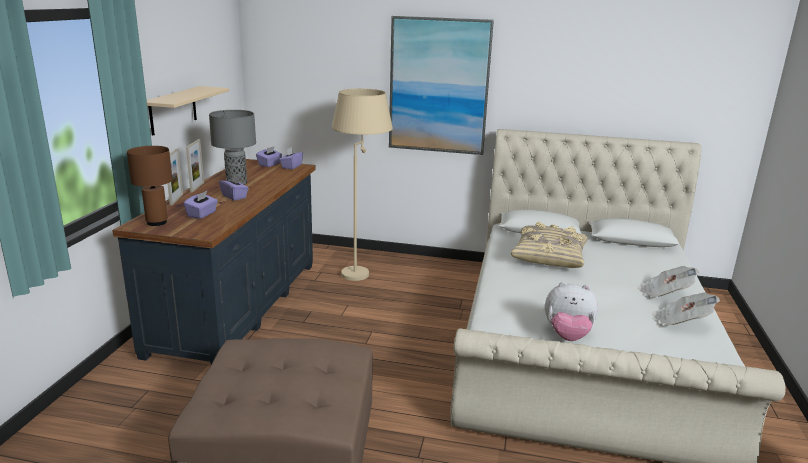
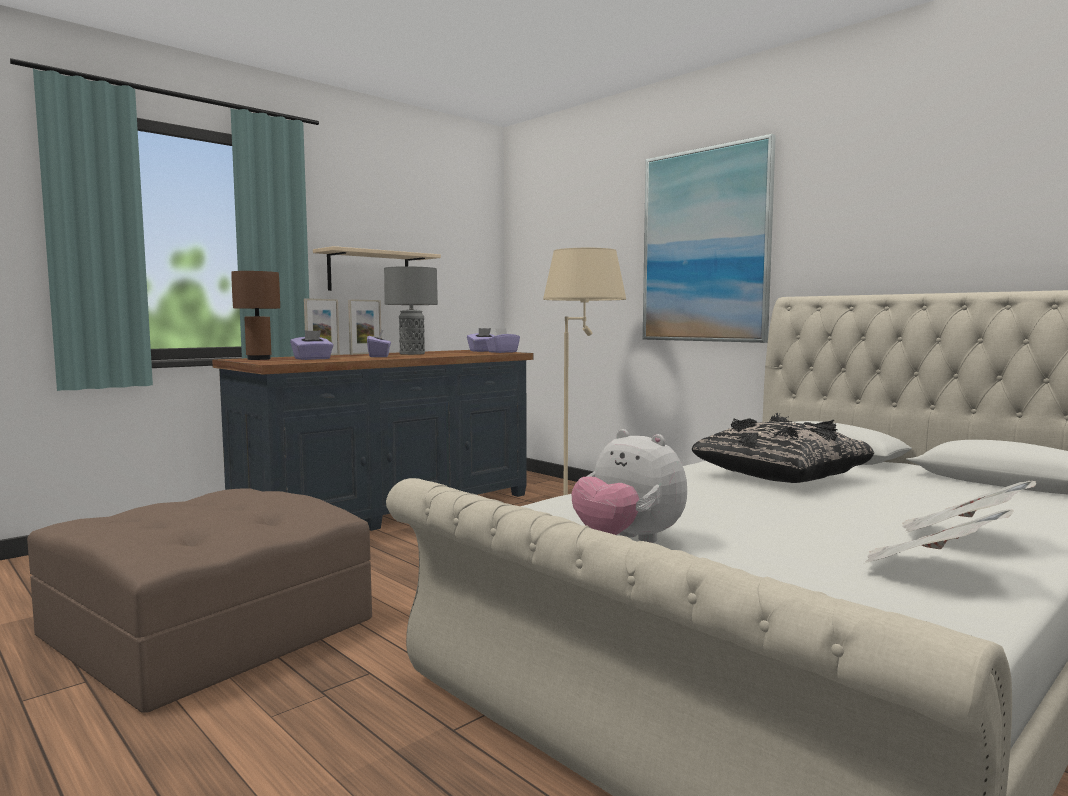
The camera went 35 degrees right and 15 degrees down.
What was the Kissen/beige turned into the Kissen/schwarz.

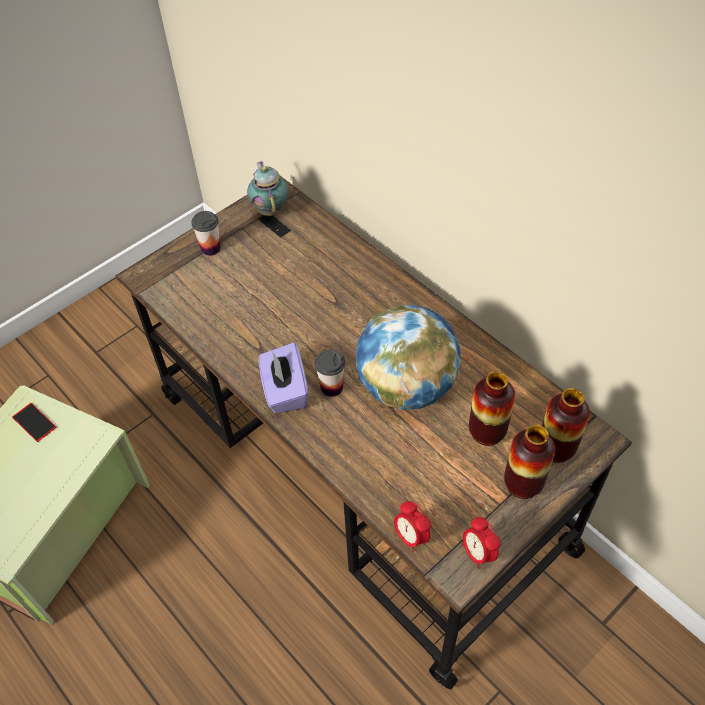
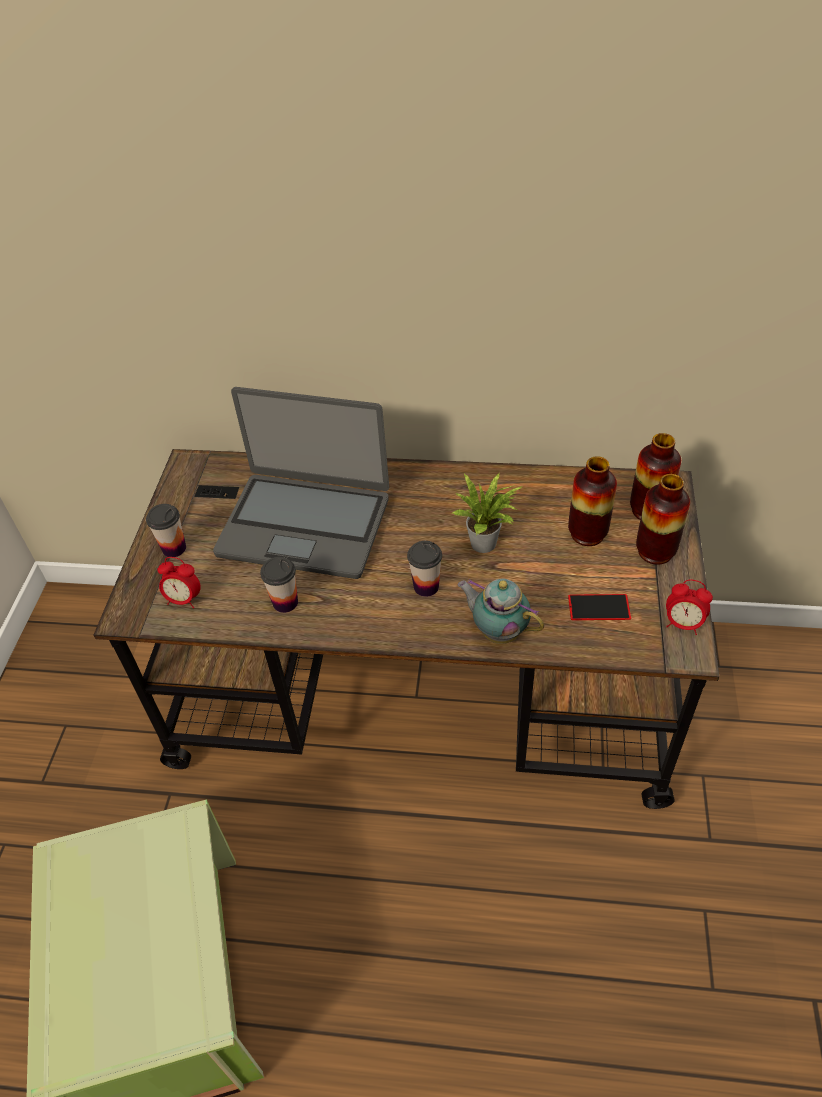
The camera went 40 degrees left and 5 degrees down.
The Handy ended up elsewhere.
The Teekanne ended up elsewhere.
The second view lost the Taschentuchbox/lila.
Where the Globus stood, the Topfpflanze came to stand.
The Wecker (no. 1 from left) ended up elsewhere.
The second view gained the Laptop.
The second view gained the Tasse (no. 2 from left).

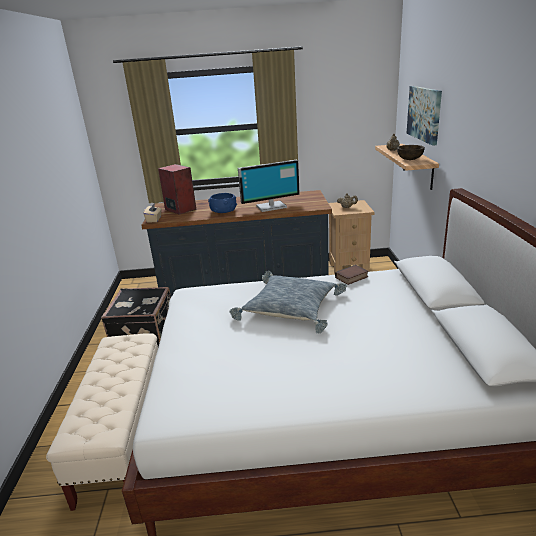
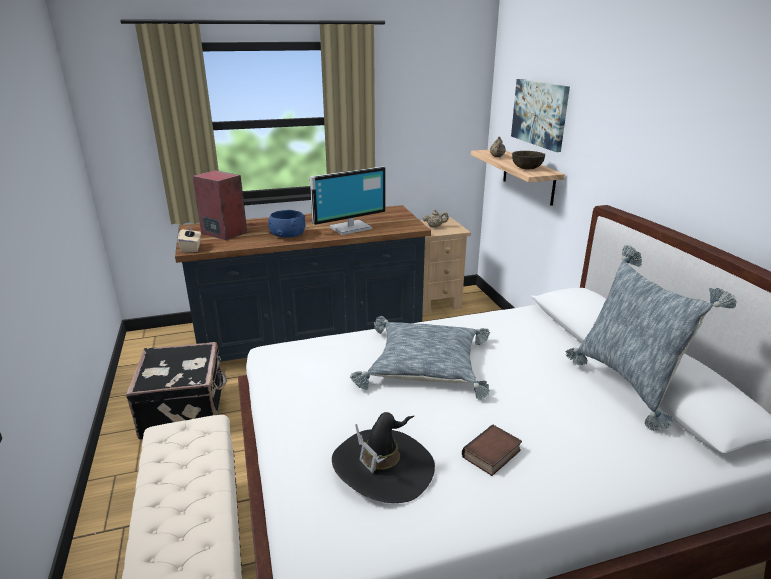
The camera went 15 degrees left and 0 degrees up.
The Buch ended up elsewhere.
The second view gained the Hut/schwarz.
The second view gained the Kissen (no. 2 from left).

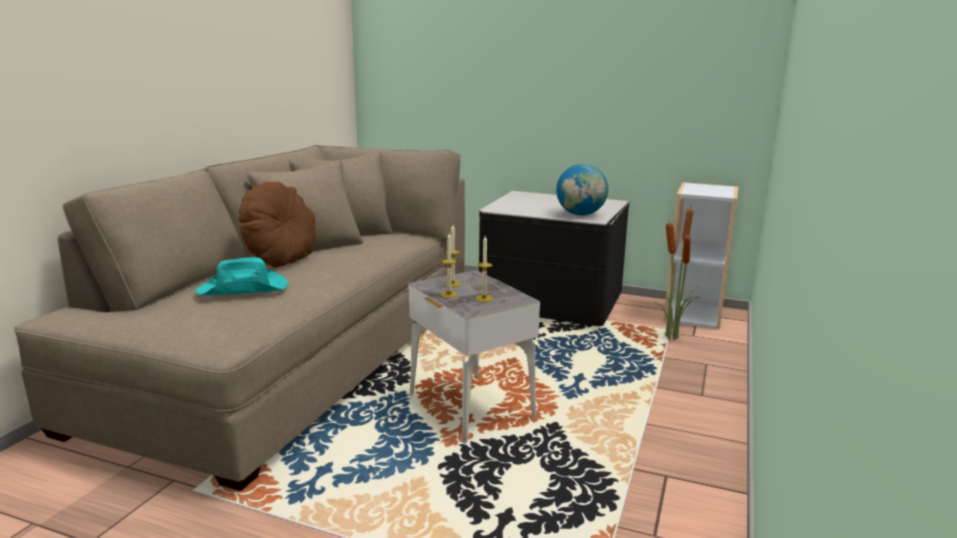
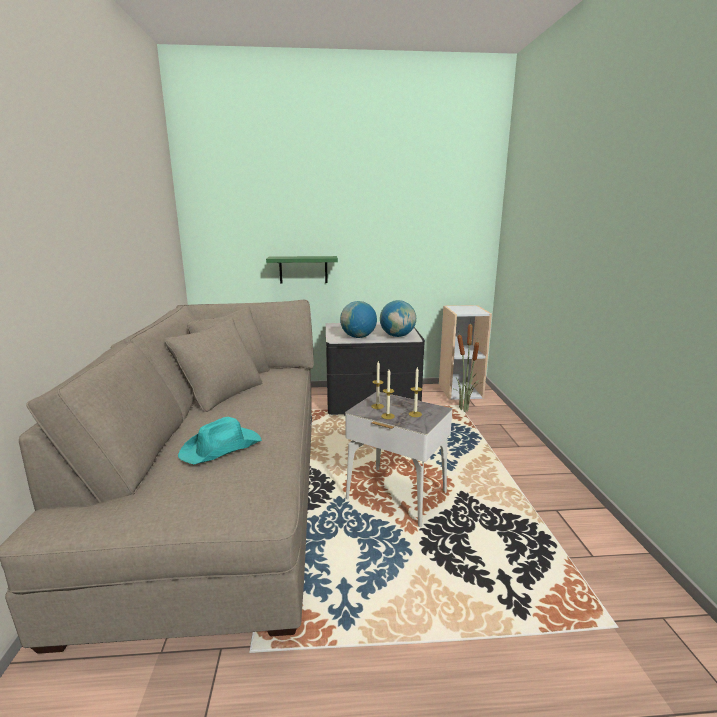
The camera went 25 degrees left and 0 degrees up.
The second view lost the Kissen/braun.
The second view gained the Wandregal/grün.
The second view gained the Globus (no. 1 from left).

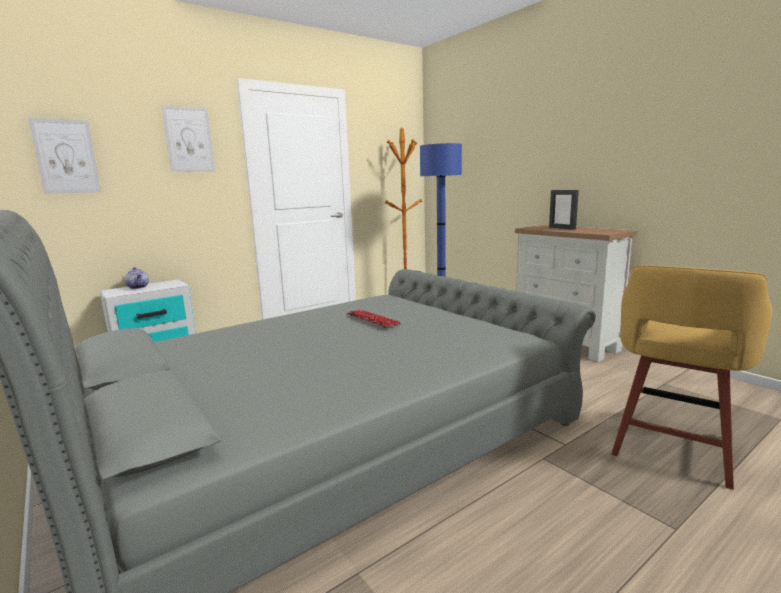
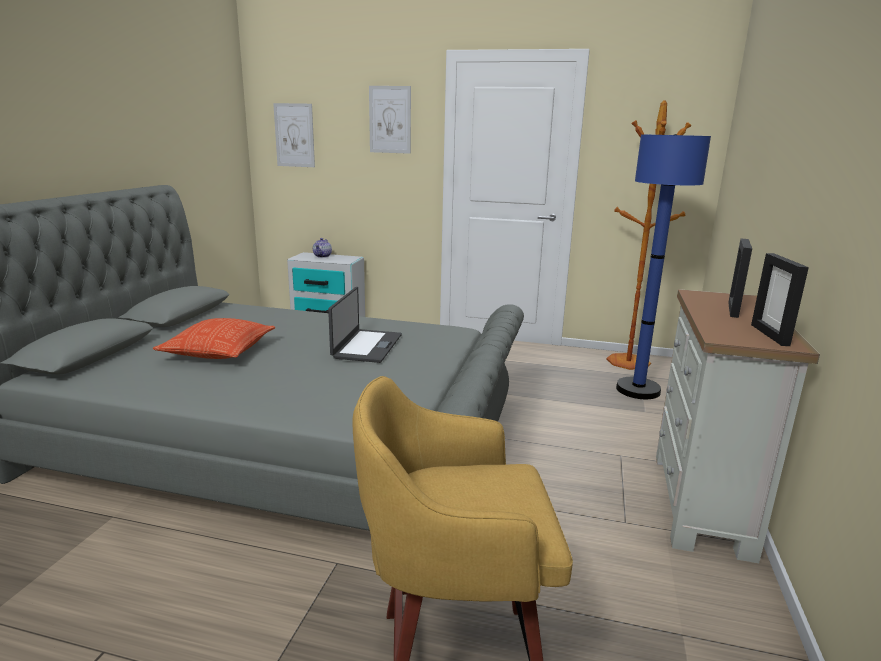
The camera went 50 degrees right and 5 degrees up.
Where the Tastatur stood, the Laptop came to stand.
The second view gained the Kissen/orange.
The second view gained the Bilderrahmen (no. 2 from left).

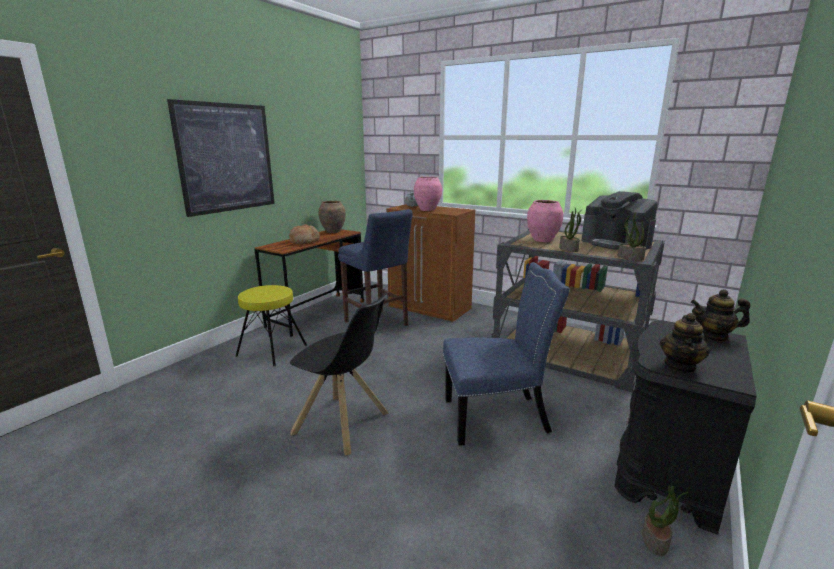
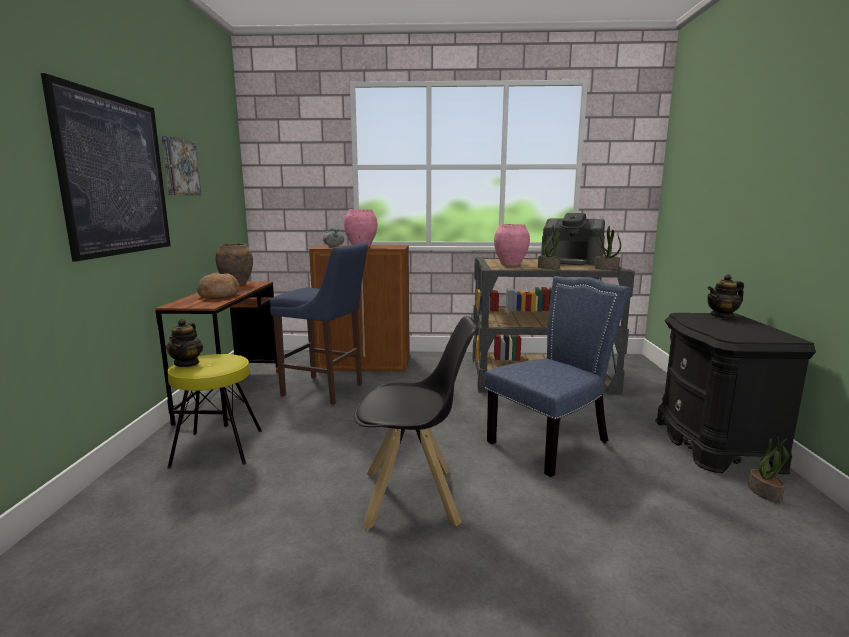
The camera went 30 degrees left and 5 degrees down.
The Teekanne (no. 1 from left) ended up elsewhere.
The second view gained the Bild (no. 2 from left).

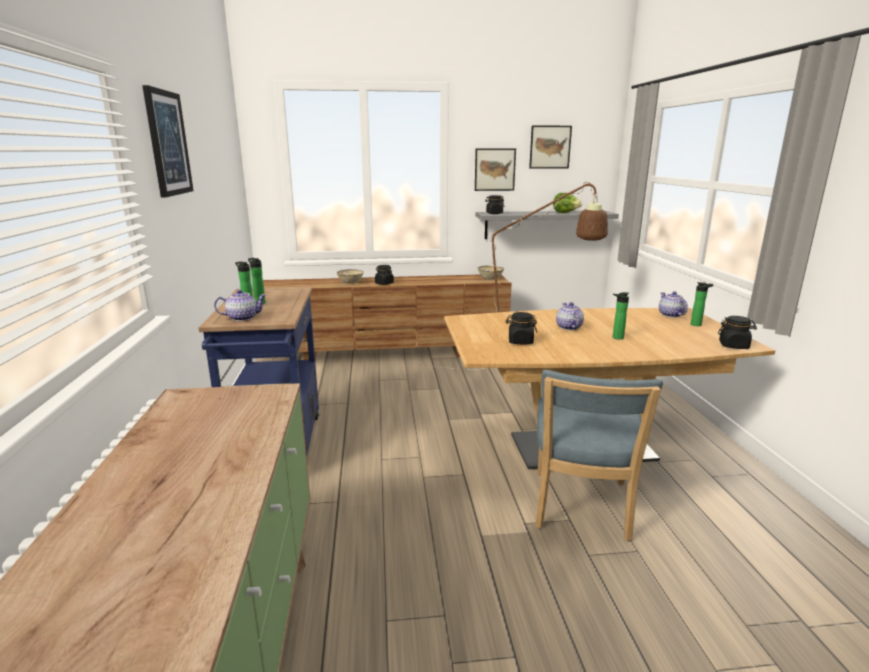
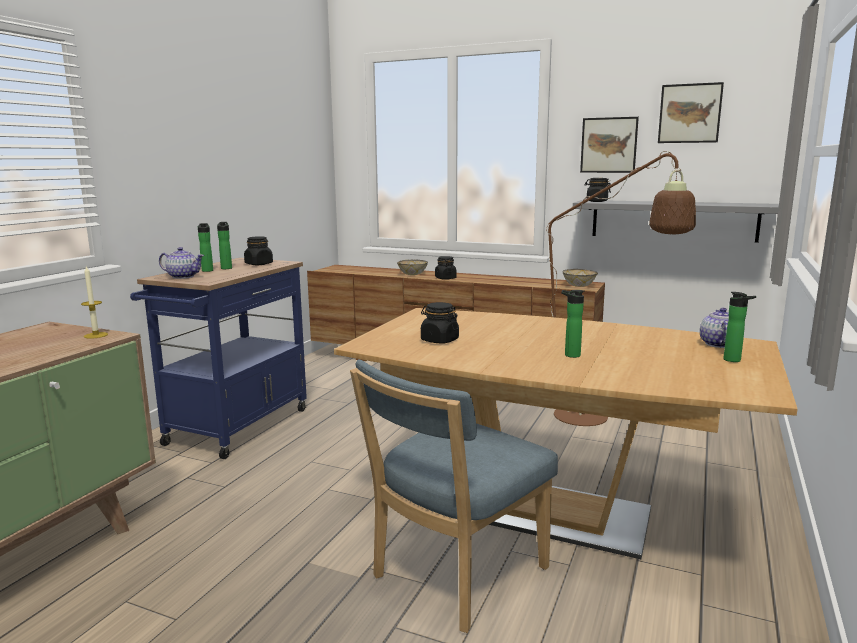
The camera went 30 degrees right and 5 degrees down.
The second view lost the Bild (no. 1 from left).
The second view lost the Salatkopf.
The second view lost the Teekanne (no. 2 from left).
The Vorratsglas/schwarz (no. 4 from left in the first image) ended up elsewhere.
The second view gained the Kerze.

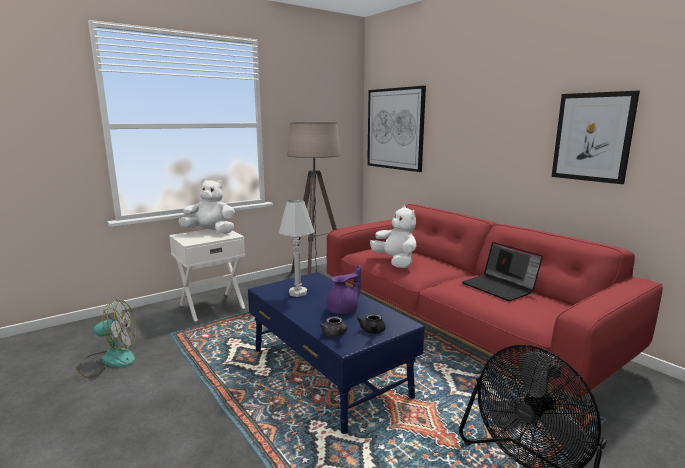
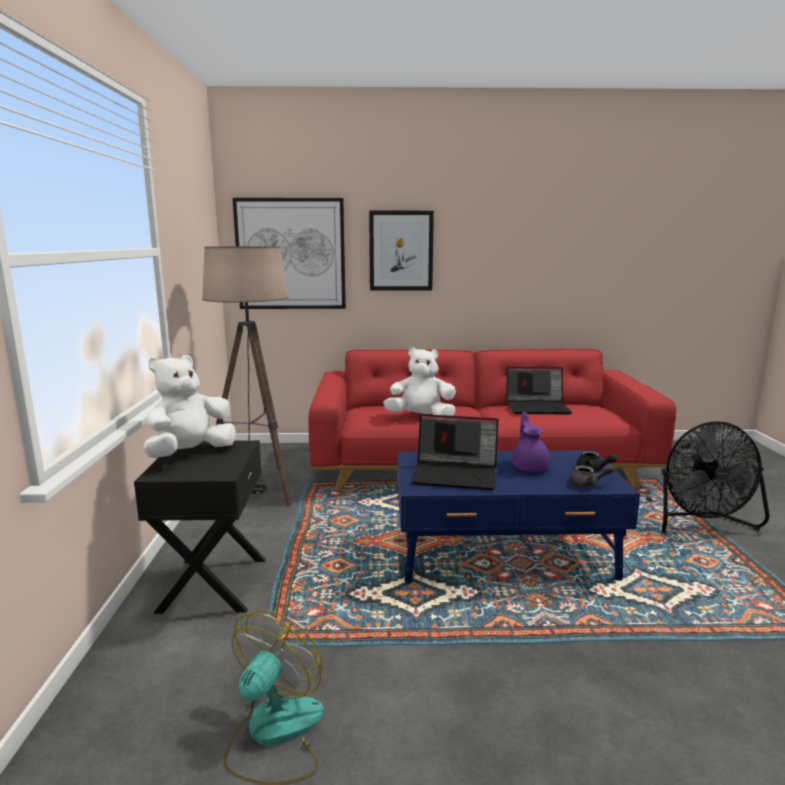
The camera went 55 degrees left and 0 degrees up.
What was the Nachttisch/weiß turned into the Nachttisch/schwarz.
Where the Tischlampe/weiß stood, the Laptop (no. 1 from left) came to stand.
The Bild (no. 2 from left) ended up elsewhere.

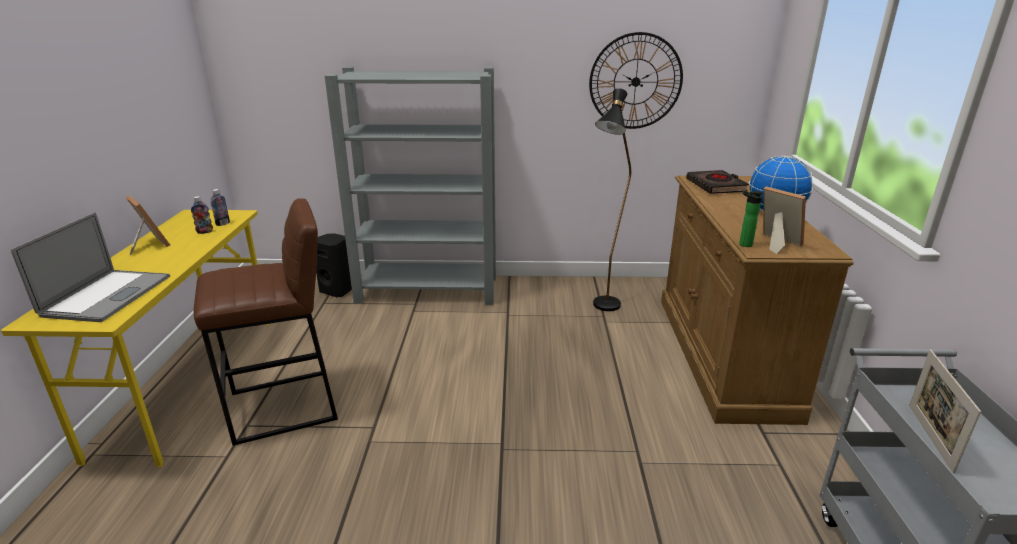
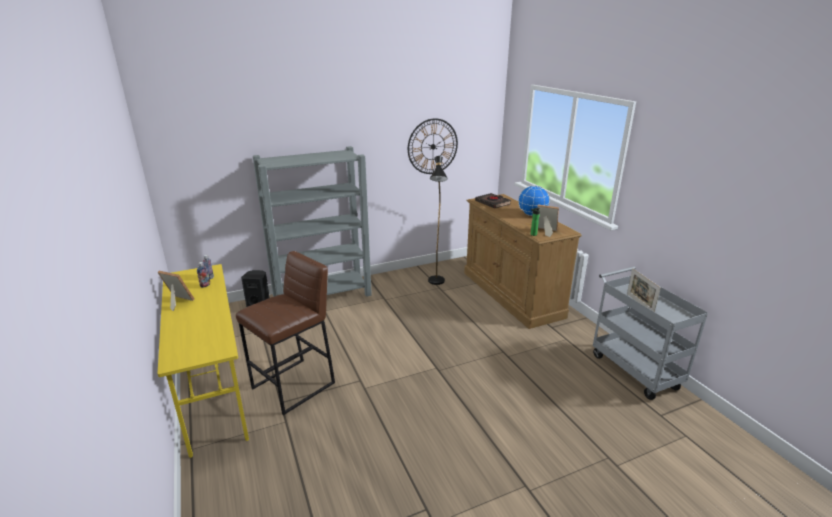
The camera went 25 degrees left and 0 degrees up.
The second view lost the Laptop.

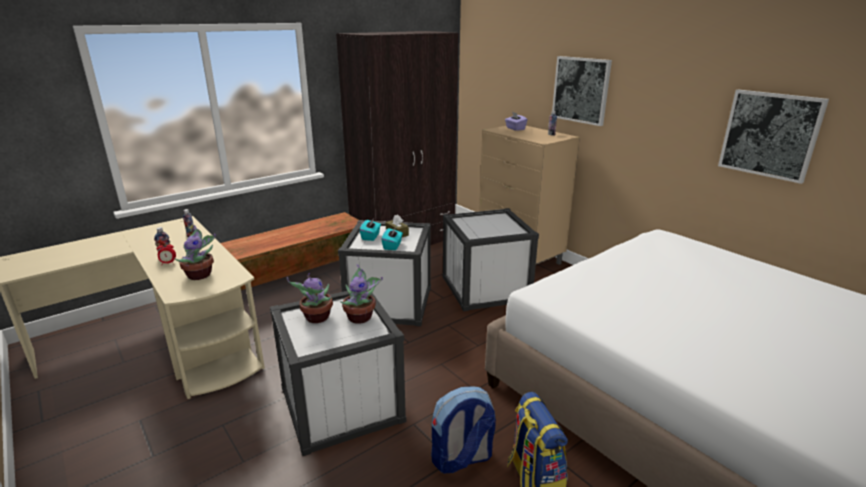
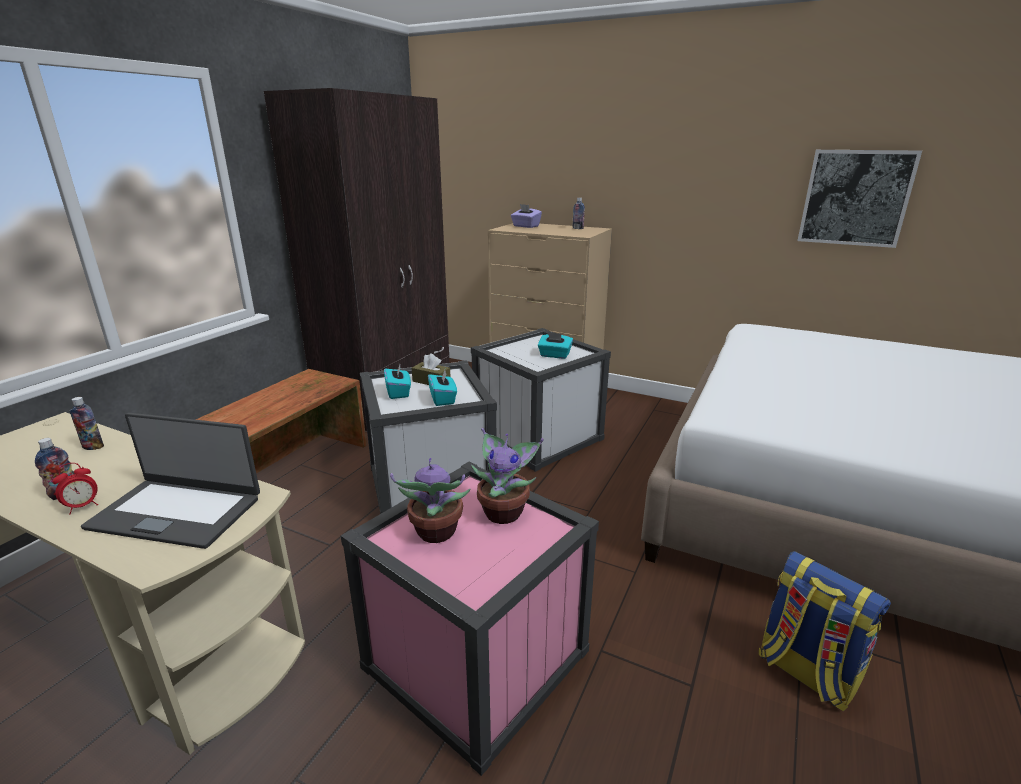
The camera went 25 degrees left and 0 degrees up.
Where the Topfpflanze (no. 1 from left) stood, the Laptop came to stand.
What was the Aufbewahrungsbox/weiß (no. 1 from left) turned into the Aufbewahrungsbox/rosa.
The second view lost the Rucksack (no. 1 from left).
The second view lost the Bild (no. 1 from left).
The second view gained the Taschentuchbox/türkis (no. 3 from left).

